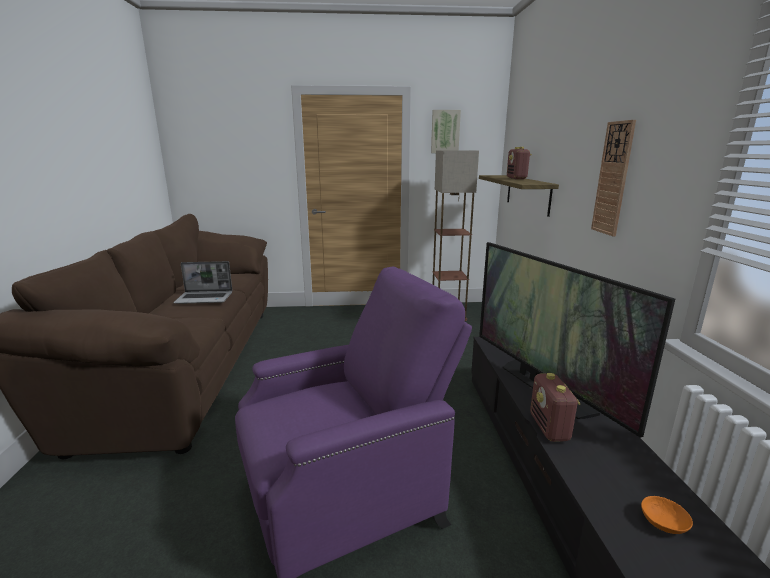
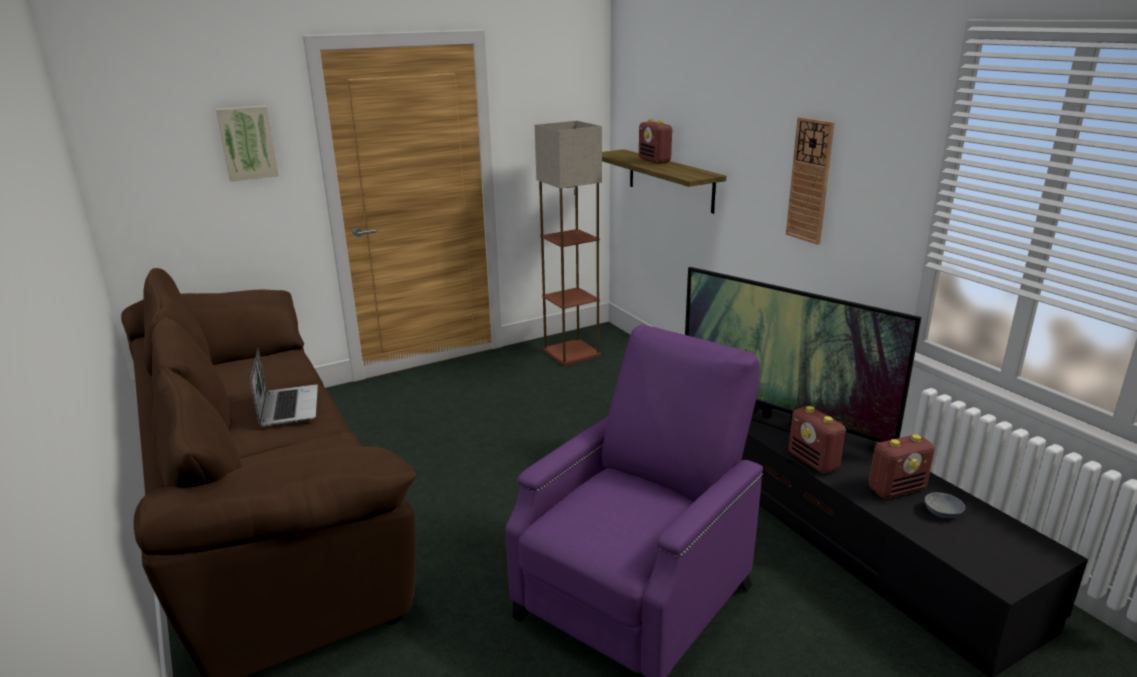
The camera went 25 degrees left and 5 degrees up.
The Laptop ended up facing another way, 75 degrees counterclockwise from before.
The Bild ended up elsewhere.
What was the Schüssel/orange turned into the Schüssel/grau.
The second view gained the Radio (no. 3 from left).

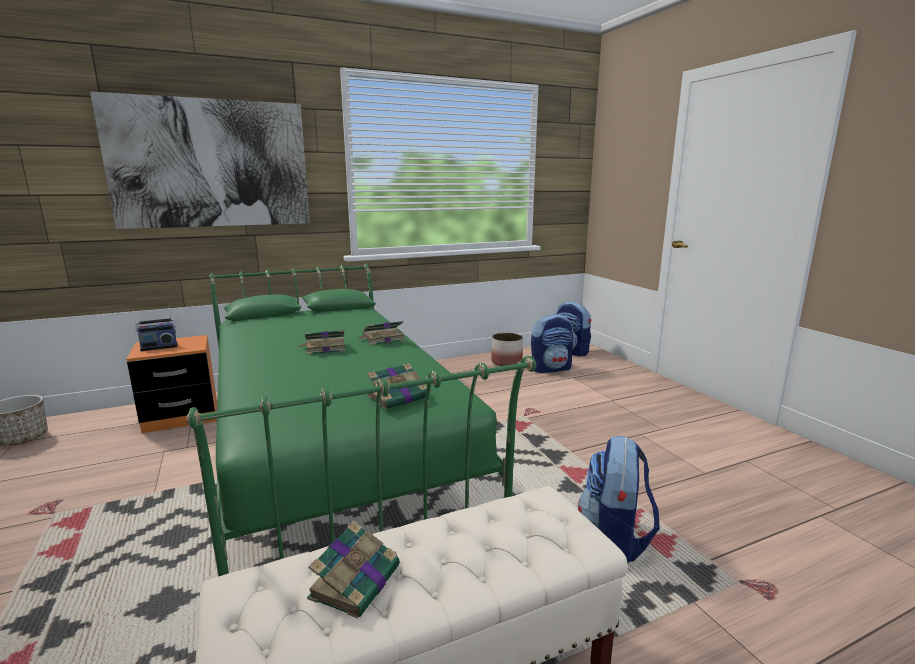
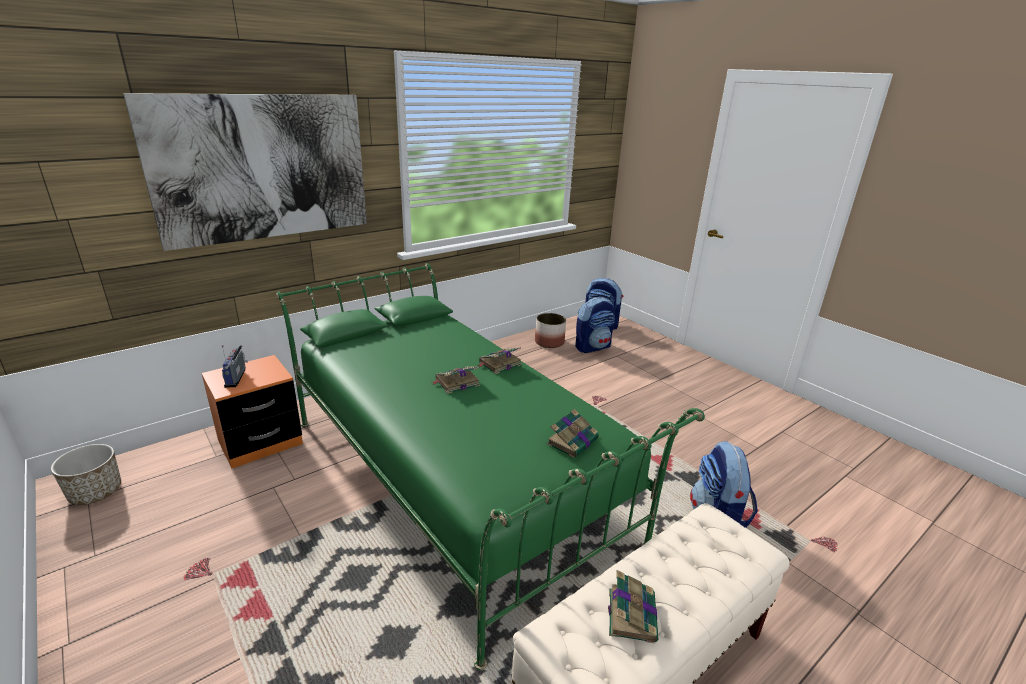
The camera went 15 degrees left and 10 degrees up.
The Radio ended up facing another way, 120 degrees clockwise from before.

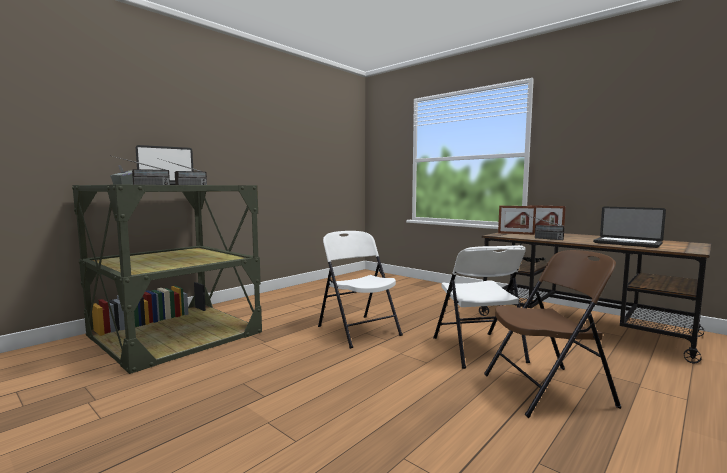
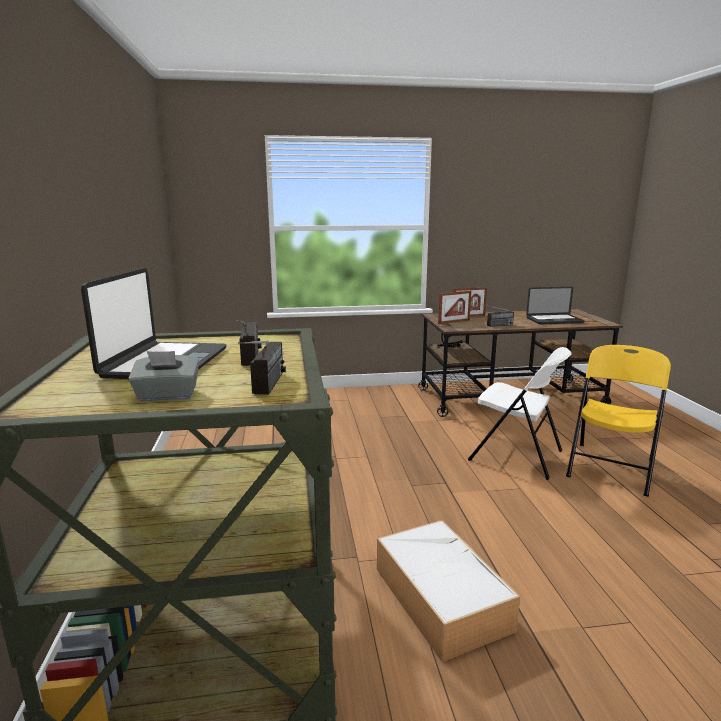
The camera went 50 degrees left and 10 degrees up.
The second view lost the Stuhl/weiß (no. 1 from left).
What was the Stuhl/braun turned into the Stuhl/gelb.
The second view gained the Aufbewahrungsbox.

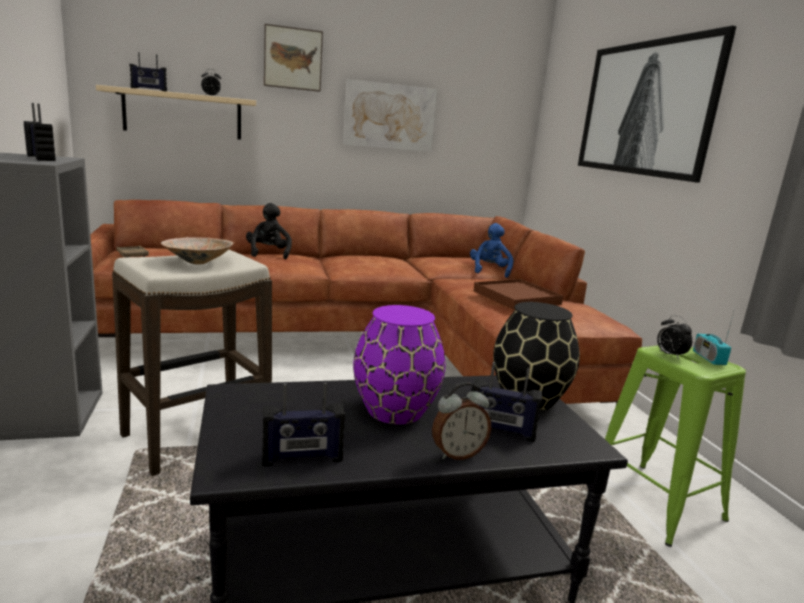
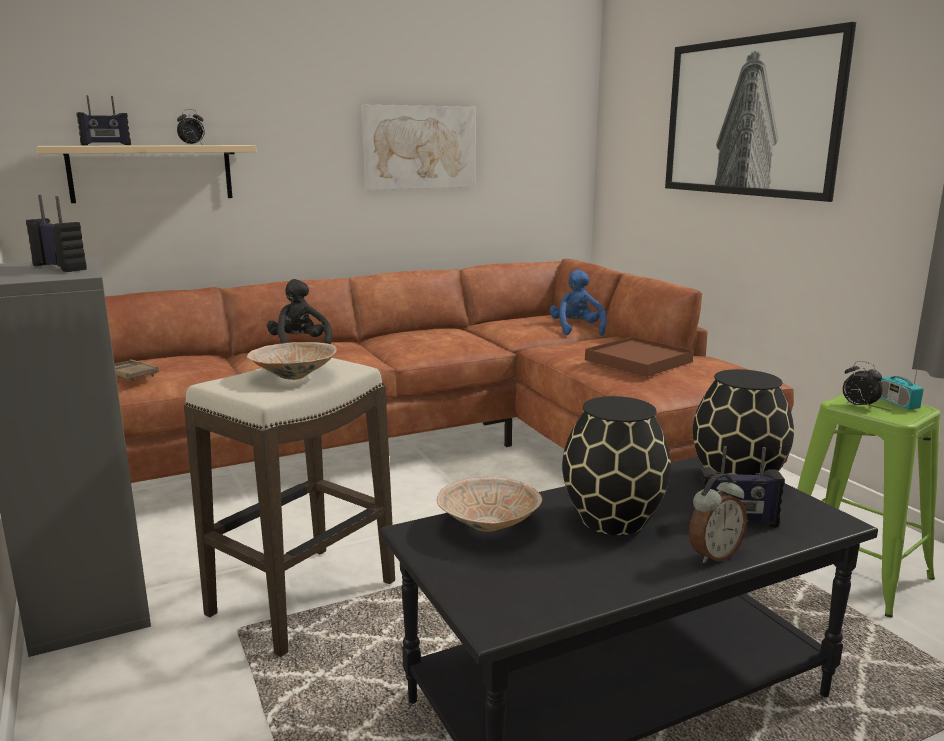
The camera went 10 degrees left and 0 degrees up.
The second view lost the Radio (no. 3 from left).
The second view lost the Bild (no. 1 from left).
What was the Vase/lila turned into the Vase/schwarz (no. 1 from left).
The second view gained the Schüssel/beige (no. 2 from left).

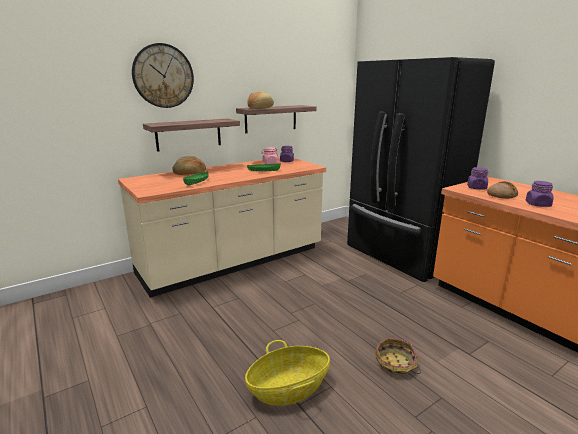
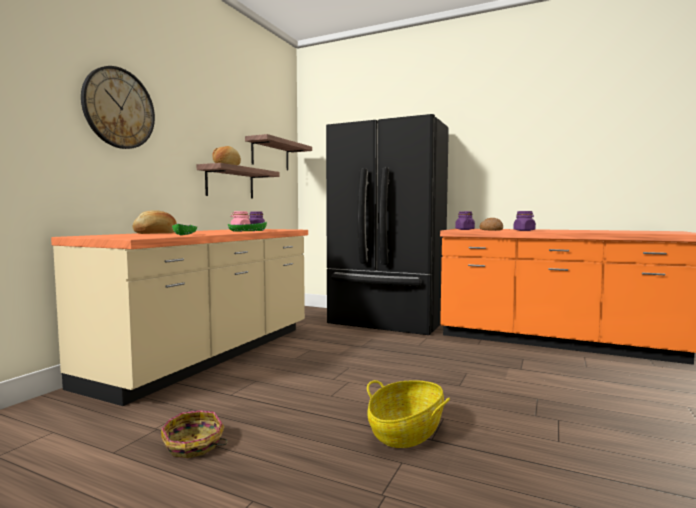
The camera went 30 degrees left and 15 degrees down.
The Wandregal (no. 1 from left in the first image) ended up elsewhere.
The Korb (no. 2 from left in the first image) ended up elsewhere.

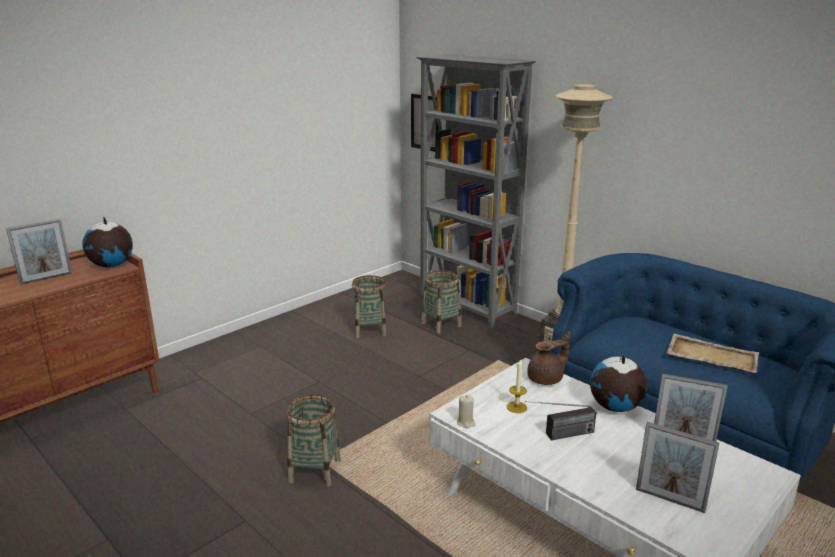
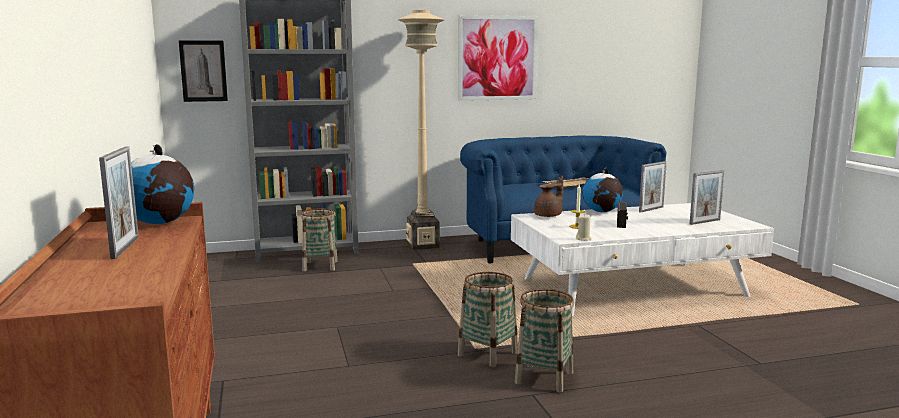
The camera went 60 degrees left and 10 degrees down.
The Korb (no. 2 from left in the first image) ended up elsewhere.
The Teekanne/braun ended up facing another way, 45 degrees clockwise from before.
The second view gained the Bild (no. 2 from left).

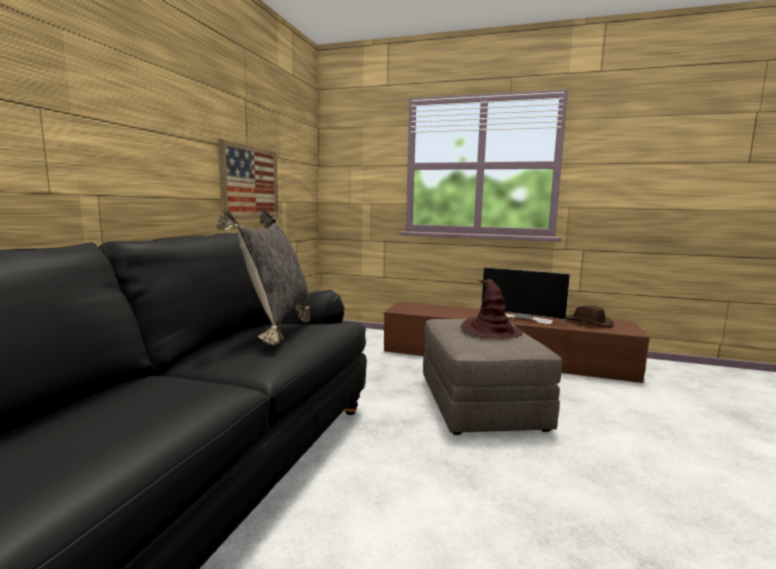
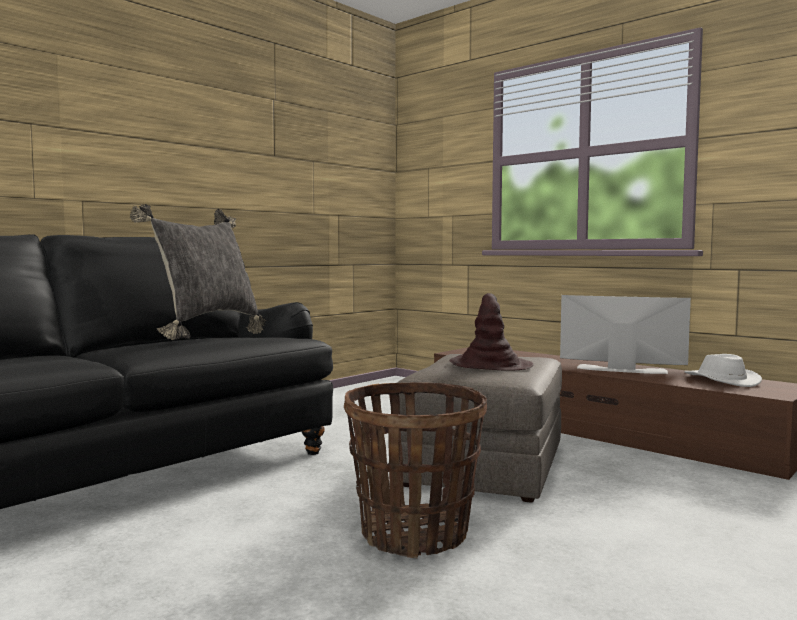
The camera went 25 degrees right and 5 degrees down.
The second view lost the Bild.
The Fernseher ended up facing another way, 150 degrees clockwise from before.
What was the Hut/braun (no. 2 from left) turned into the Hut/weiß.
The second view gained the Korb.

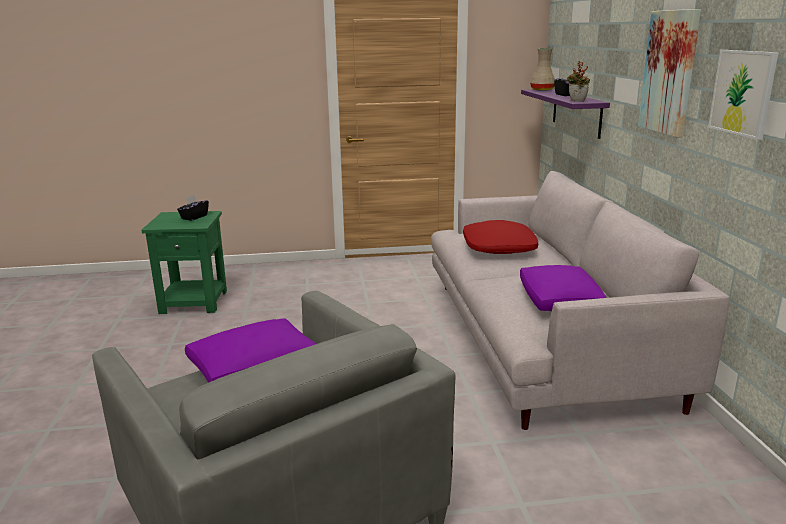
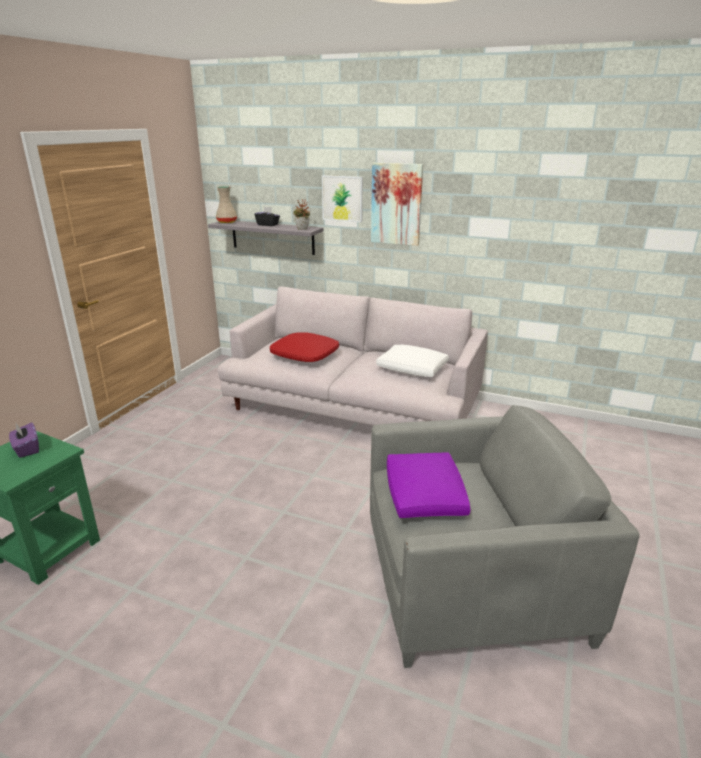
The camera went 60 degrees left and 5 degrees up.
What was the Taschentuchbox/schwarz (no. 1 from left) turned into the Taschentuchbox/lila.
What was the Kissen/lila (no. 2 from left) turned into the Kissen/weiß.
What was the Wandregal/lila turned into the Wandregal/grau.
The Bild (no. 2 from left in the first image) ended up elsewhere.

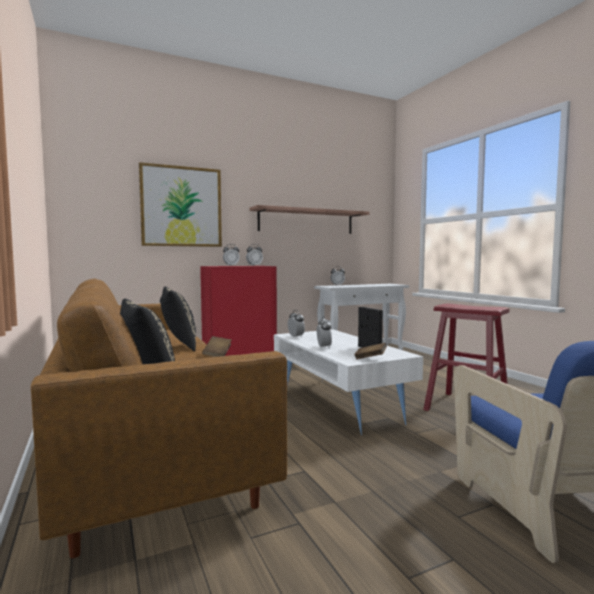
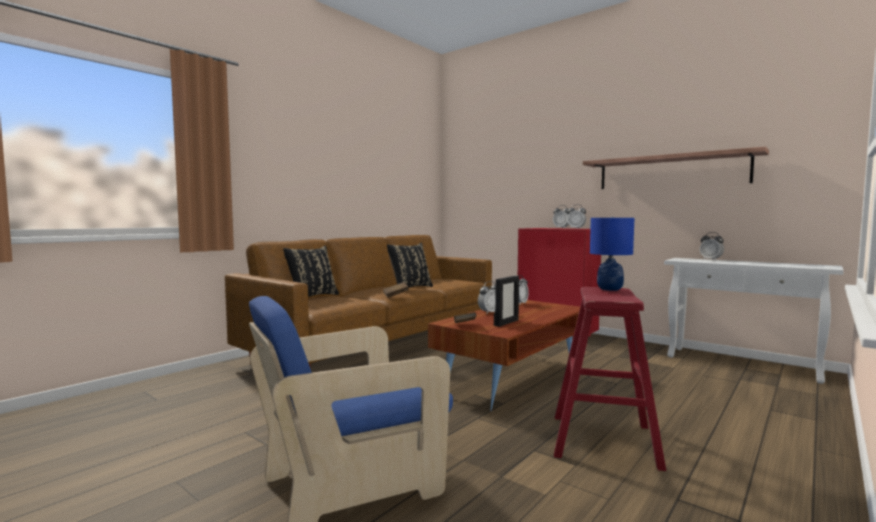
The camera went 65 degrees right and 0 degrees up.
The second view lost the Bild.
What was the Couchtisch/weiß turned into the Couchtisch/braun.
The second view gained the Tischlampe/blau.

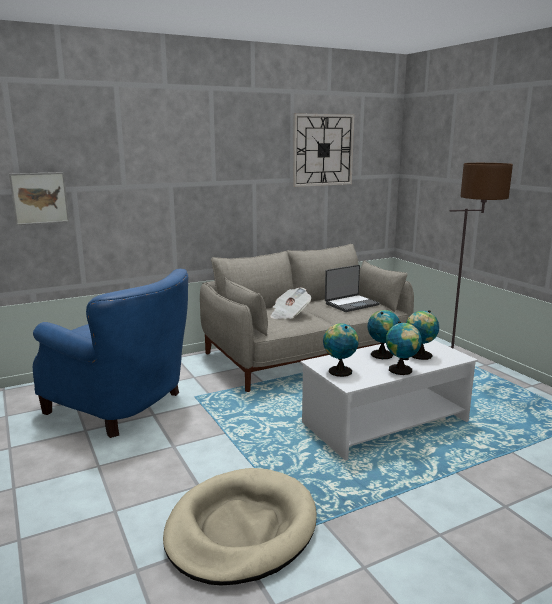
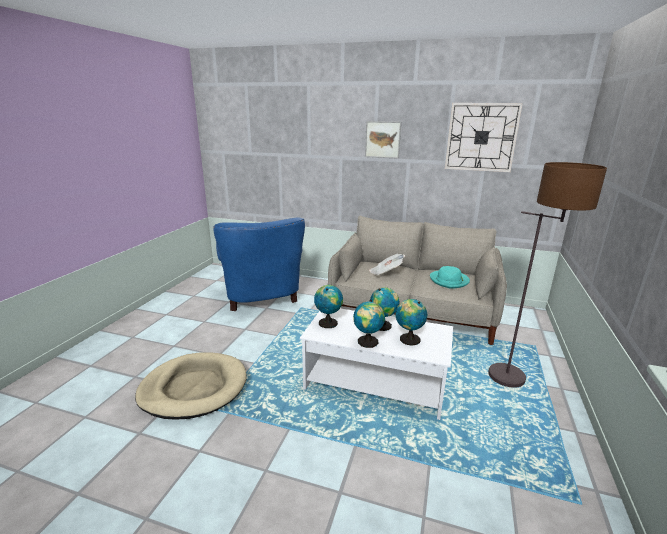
The camera went 45 degrees right and 5 degrees up.
The Bild ended up elsewhere.
Where the Laptop stood, the Hut/türkis came to stand.

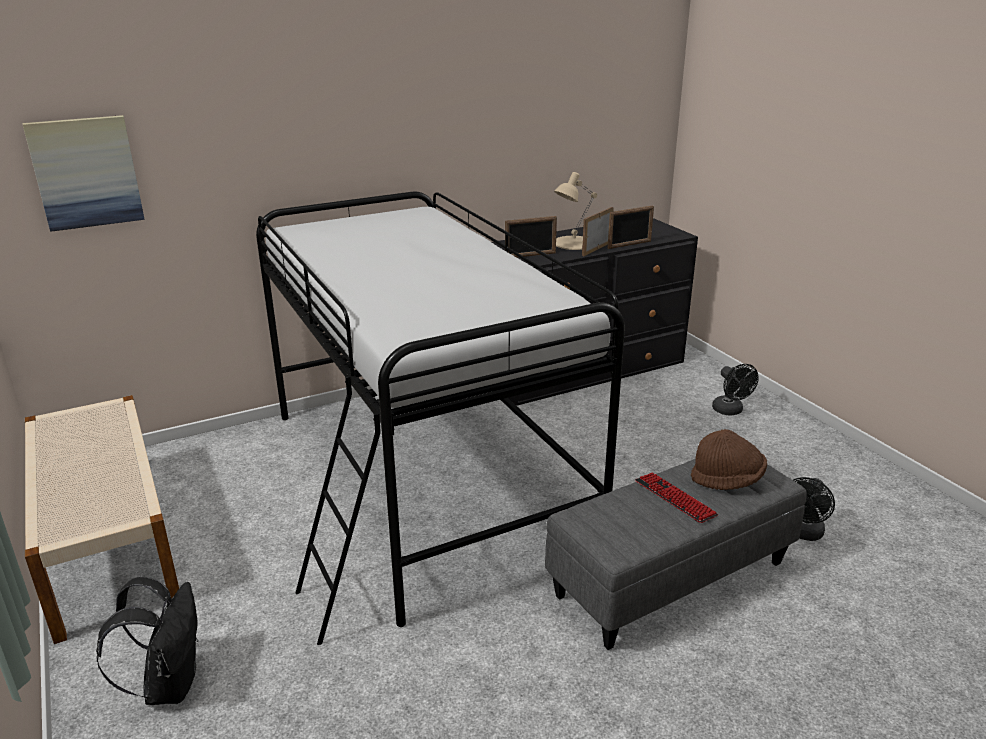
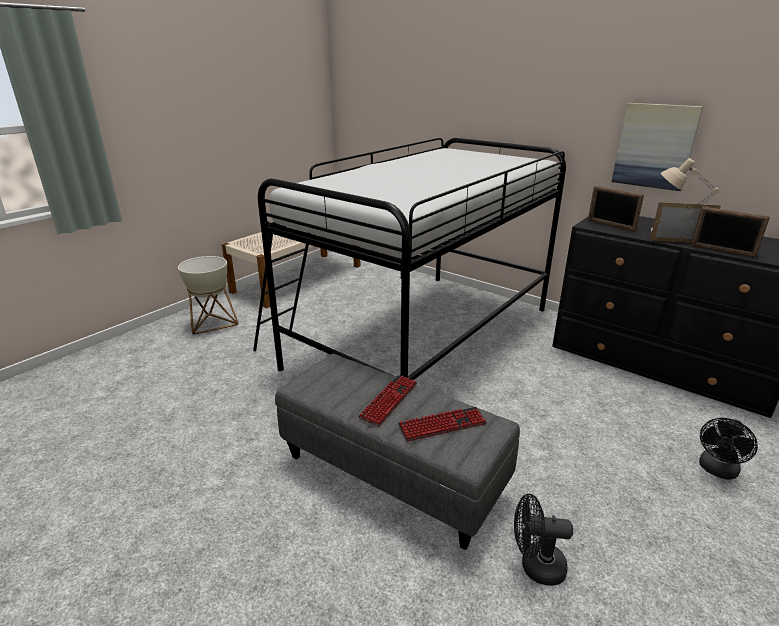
The camera went 65 degrees right and 0 degrees up.
The Bild ended up elsewhere.
Where the Rucksack/schwarz stood, the Pflanzkübel came to stand.
Where the Hut/braun stood, the Tastatur (no. 2 from left) came to stand.

